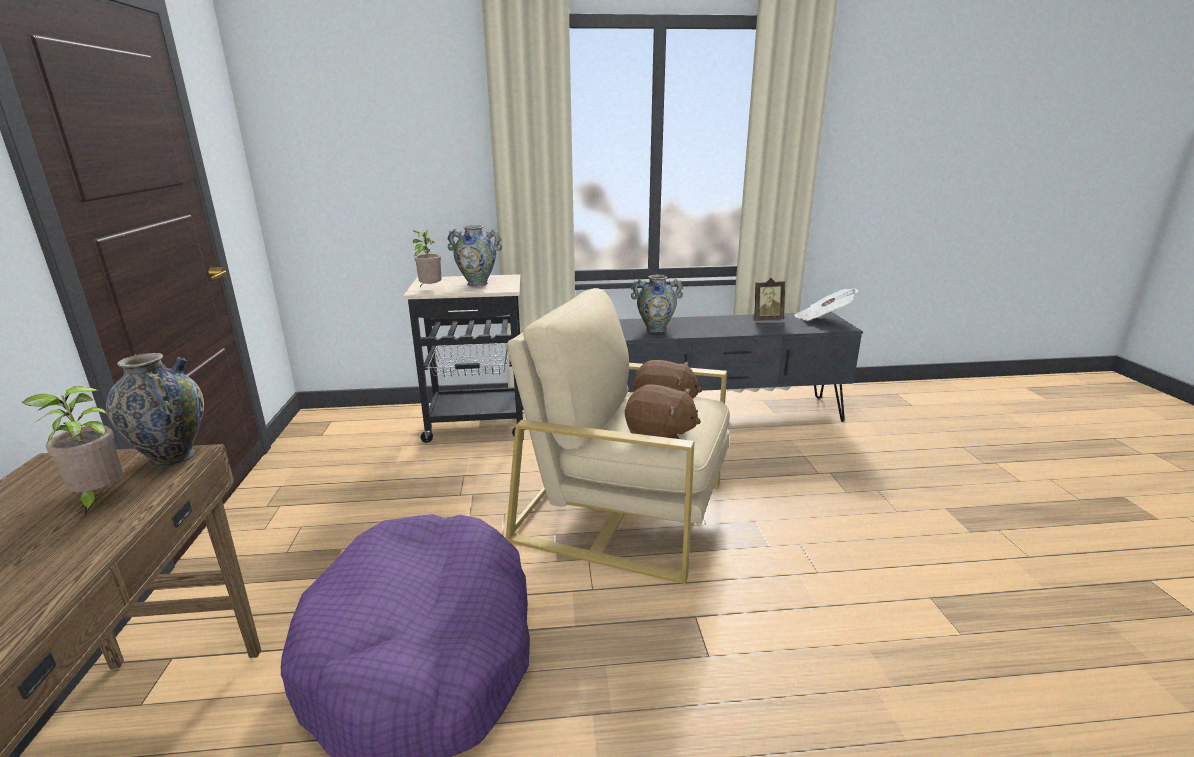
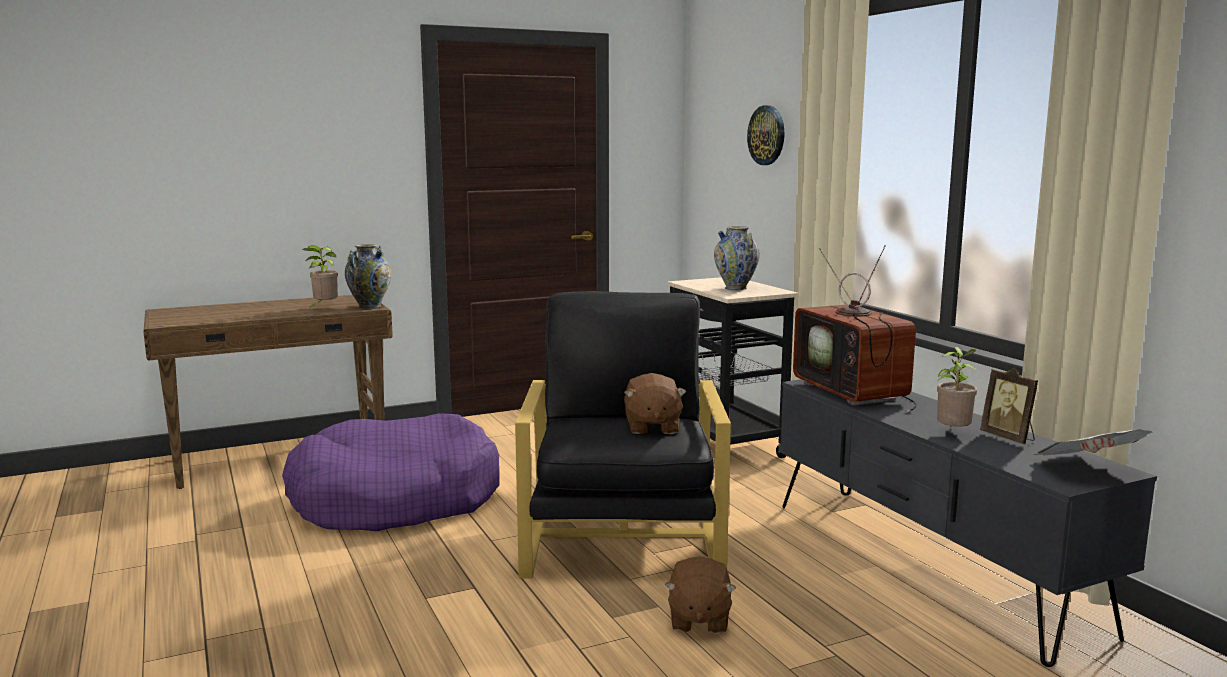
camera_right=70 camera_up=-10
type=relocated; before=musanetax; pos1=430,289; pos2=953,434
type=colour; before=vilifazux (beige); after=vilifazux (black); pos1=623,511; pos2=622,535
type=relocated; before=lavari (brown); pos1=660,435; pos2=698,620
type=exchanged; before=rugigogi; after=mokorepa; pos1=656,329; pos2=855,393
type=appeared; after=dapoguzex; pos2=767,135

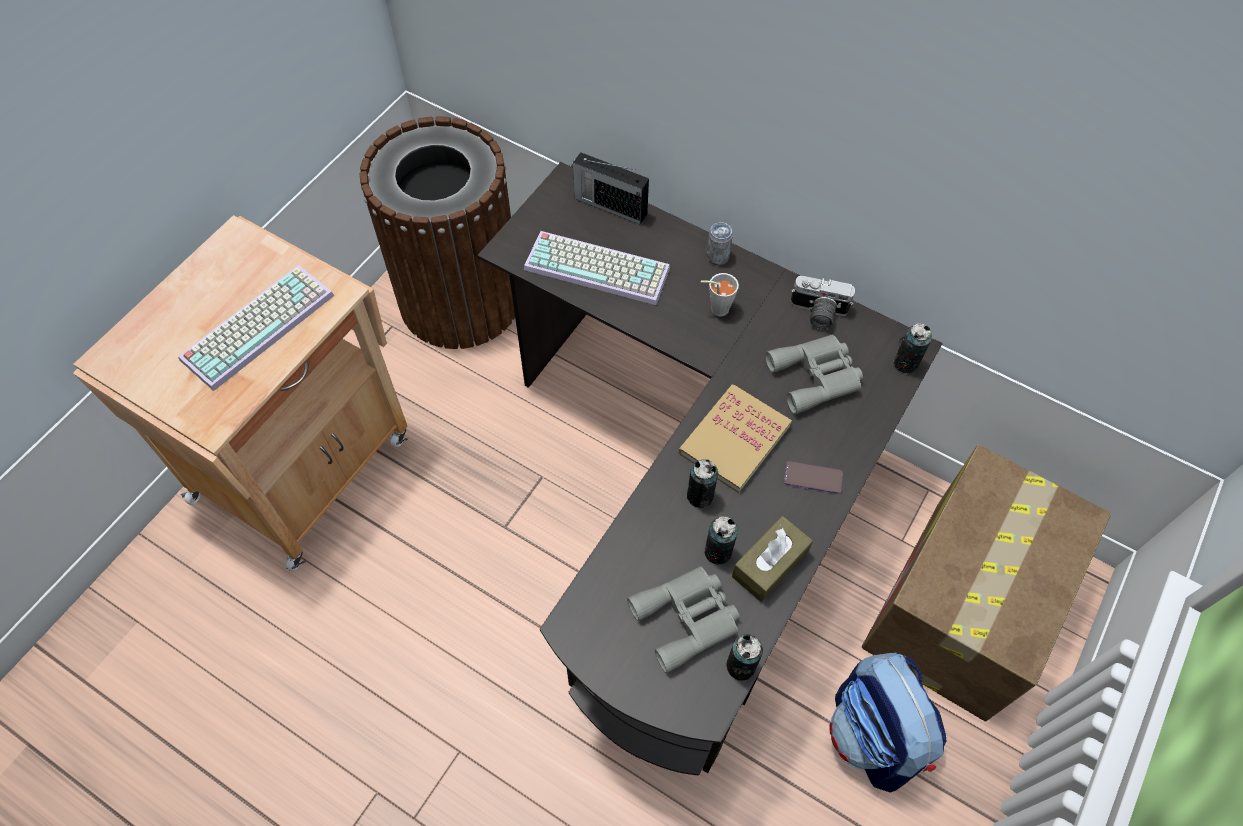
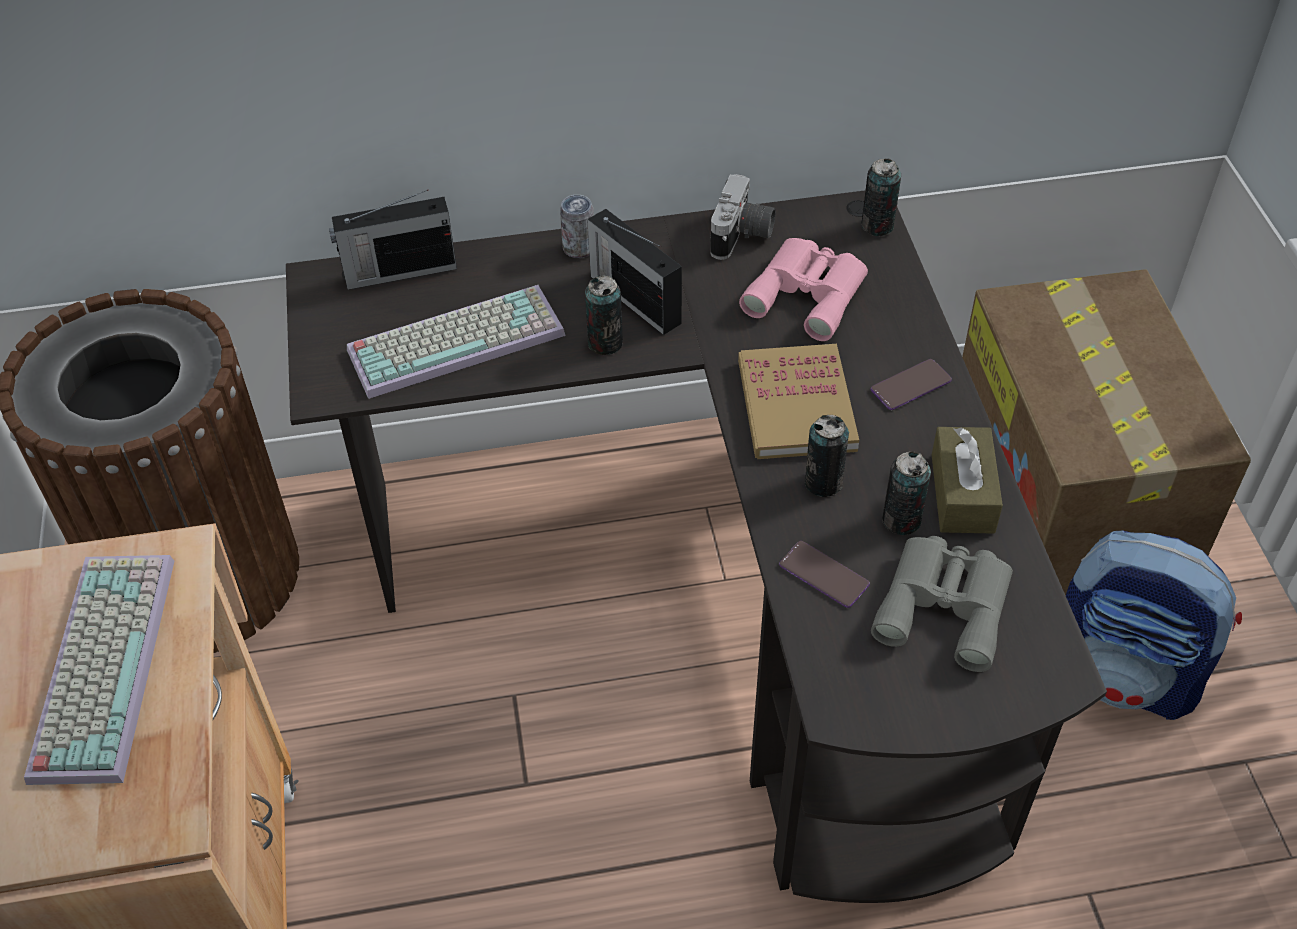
camera_right=-40 camera_up=-10
type=exchanged; before=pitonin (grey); after=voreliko; pos1=715,309; pos2=634,298
type=relocated; before=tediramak; pos1=740,666; pos2=605,343
type=colour; before=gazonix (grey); after=gazonix (pink); pos1=816,377; pos2=808,293
type=spun; before=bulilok; pos1=817,313; pos2=743,236; turn=-45
type=appeared; after=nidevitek; pos2=824,575

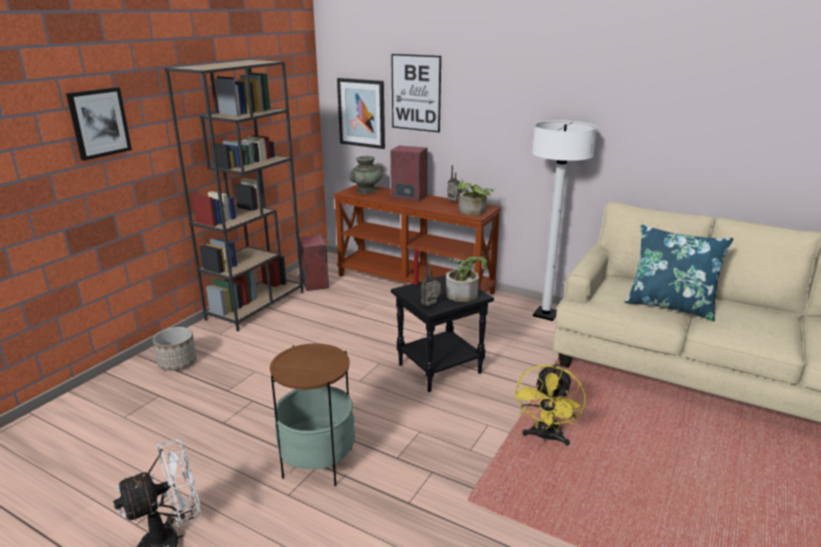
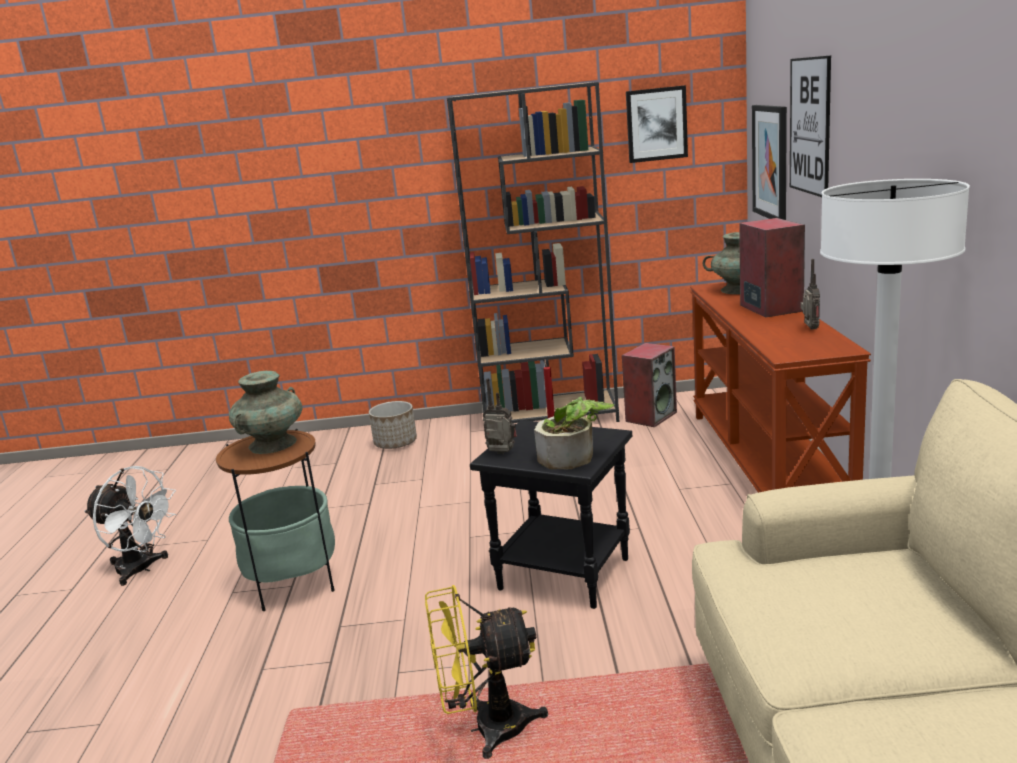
camera_right=60 camera_up=-5
type=relocated; before=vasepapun; pos1=99,123; pos2=656,124
type=missing; before=musanetax; pos1=473,212
type=missing; before=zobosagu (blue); pos1=670,306
type=appeared; after=rugigogi (turquoise); pos2=273,444

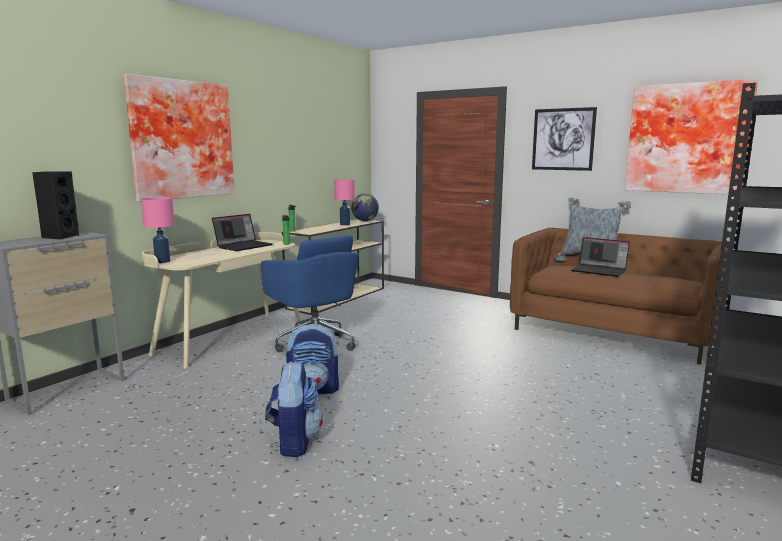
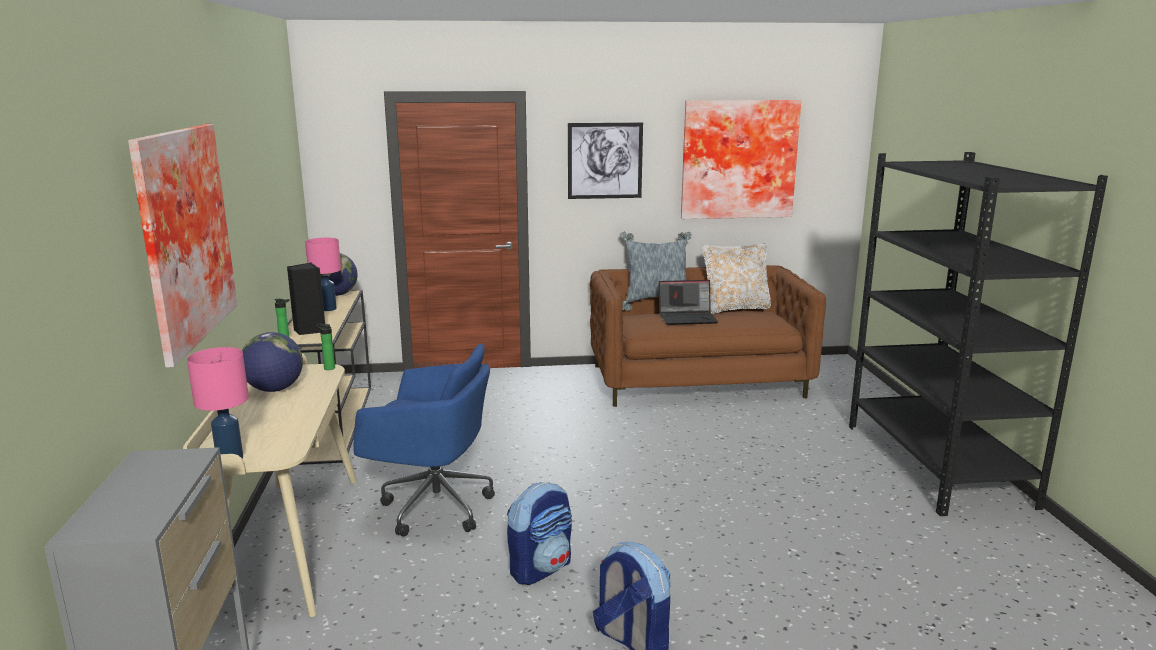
camera_right=-40 camera_up=5
type=relocated; before=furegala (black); pos1=59,237; pos2=309,330
type=exchanged; before=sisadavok; after=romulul; pos1=244,246; pos2=274,389
type=appeared; after=zobosagu (white); pos2=736,309

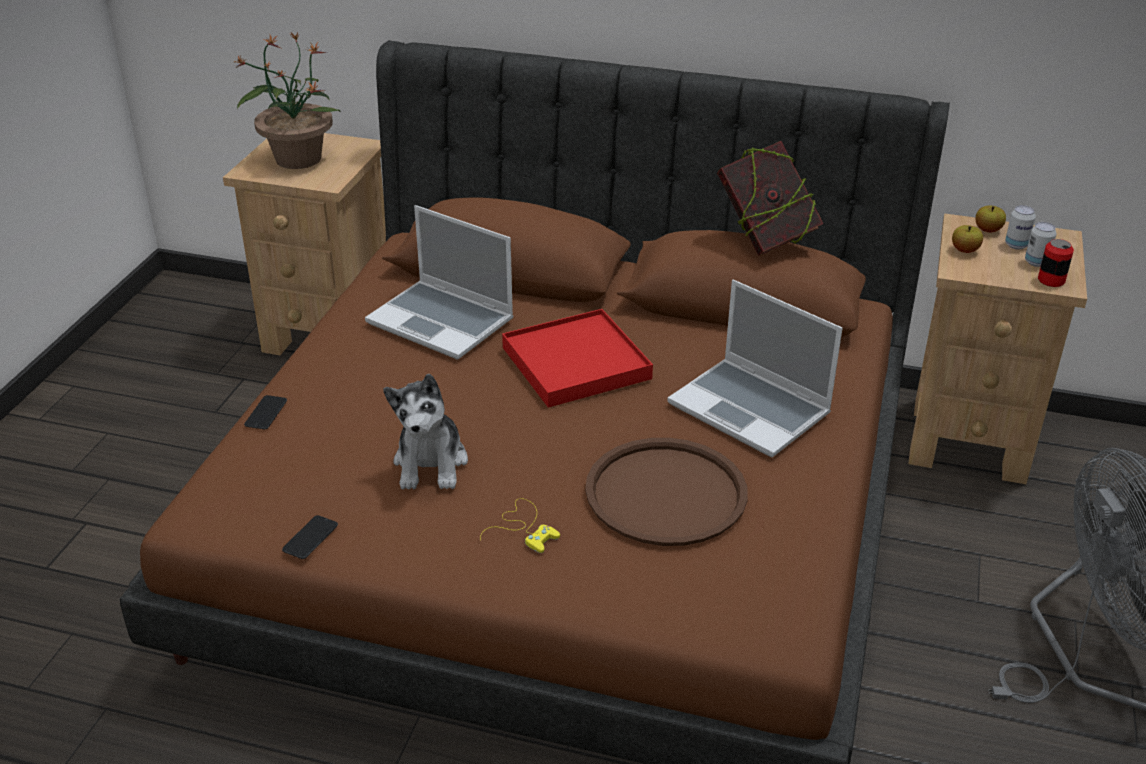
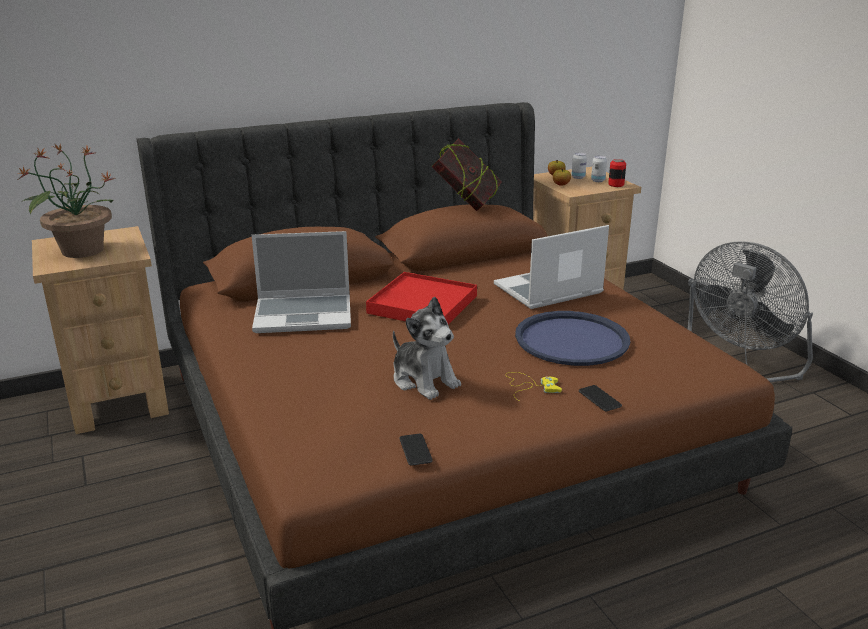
camera_right=-40 camera_up=-10
type=relocated; before=nidevitek; pos1=266,413; pos2=599,399
type=colour; before=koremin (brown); after=koremin (blue); pos1=666,493; pos2=571,339
type=spun; before=sisadavok; pos1=751,409; pos2=547,290; turn=150

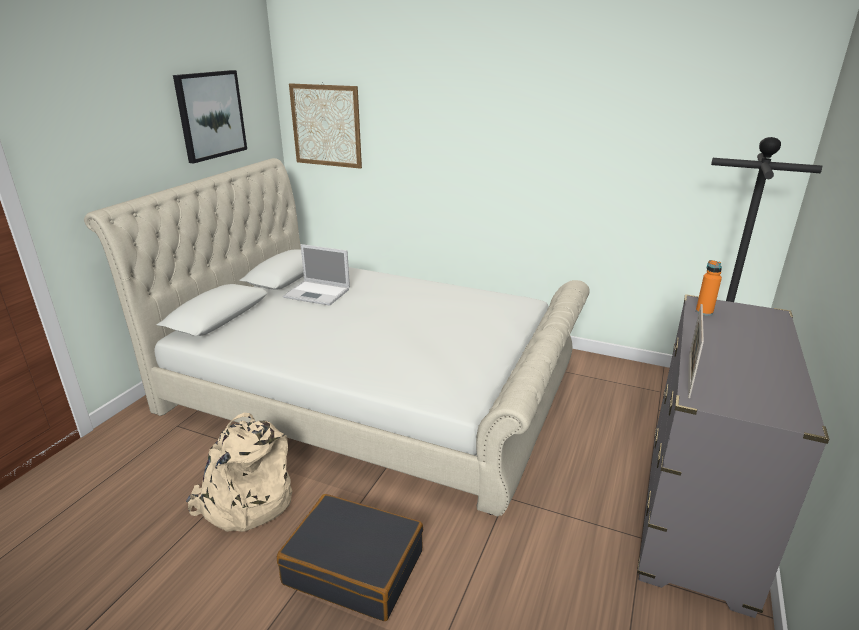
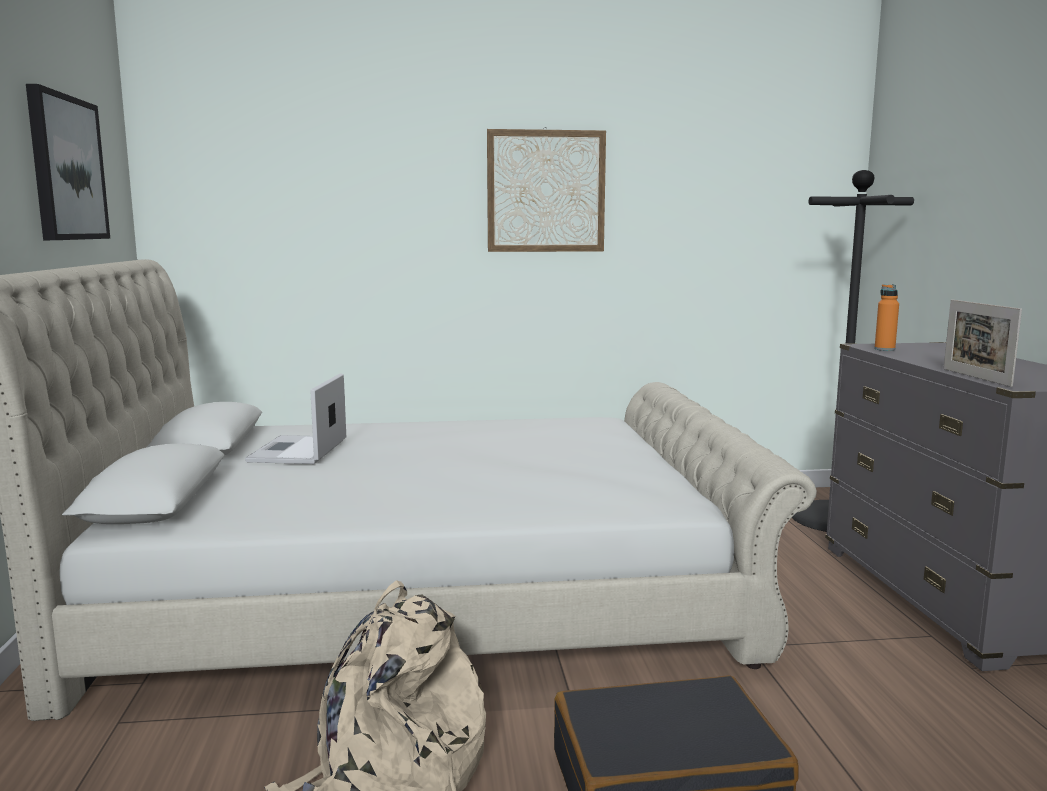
camera_right=-30 camera_up=-15
type=spun; before=sisadavok; pos1=318,293; pos2=298,451; turn=105
type=relocated; before=vasepapun; pos1=326,124; pos2=546,190

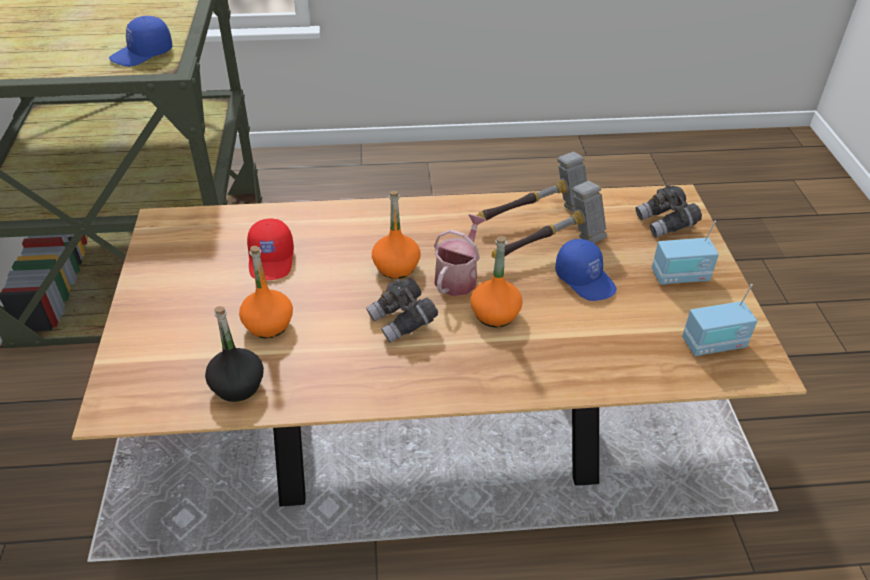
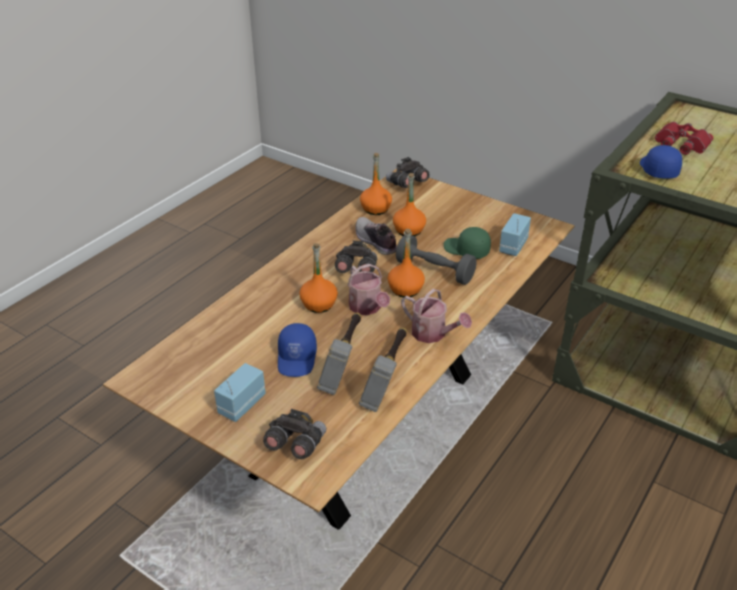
camera_right=130 camera_up=-5
type=colour; before=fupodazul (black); after=fupodazul (orange); pos1=237,386; pos2=376,209
type=colour; before=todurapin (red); after=todurapin (green); pos1=272,260; pos2=466,250
type=spun; before=todurapin (blue); pos1=585,279; pos2=297,358; turn=-90
type=relocated; before=voreliko; pos1=713,344; pos2=512,246
type=appeared; after=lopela; pos2=375,242
type=appeared; after=gazonix (grey); pos2=406,184
type=appeared; after=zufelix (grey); pos2=435,271
type=appeared; after=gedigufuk; pos2=433,334
type=appeared; after=gazonix (red); pos2=680,144

